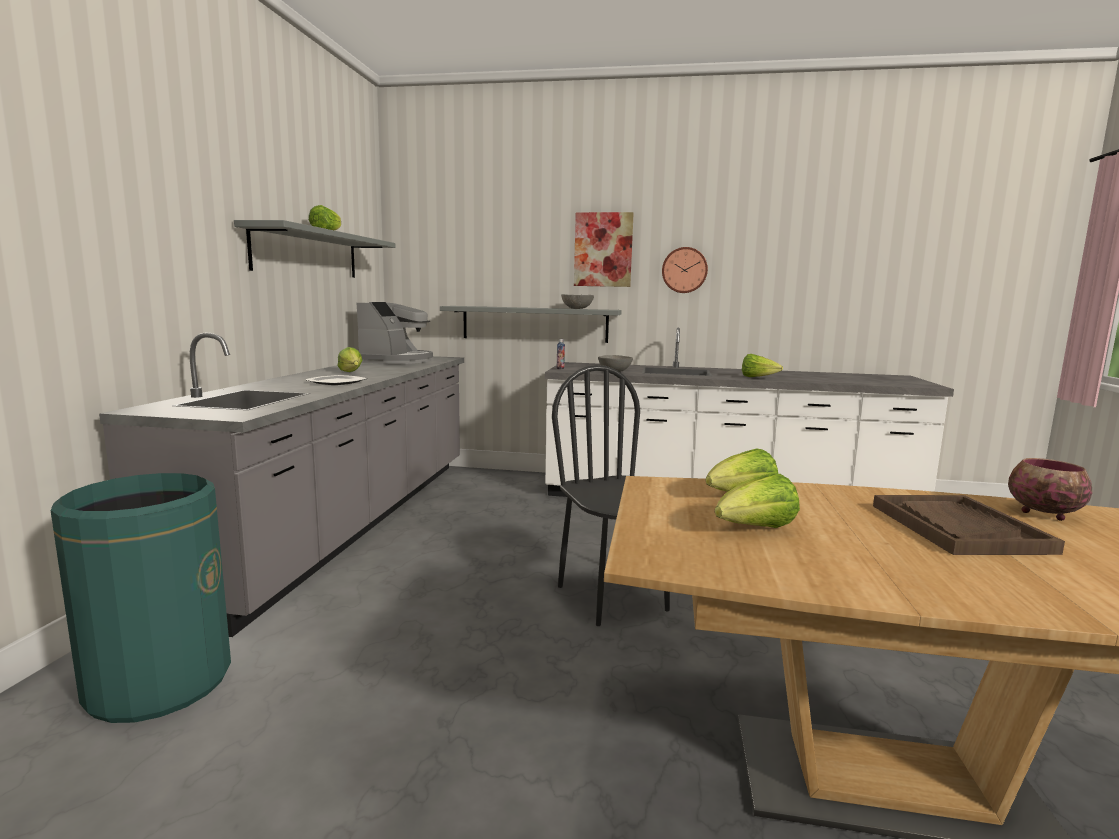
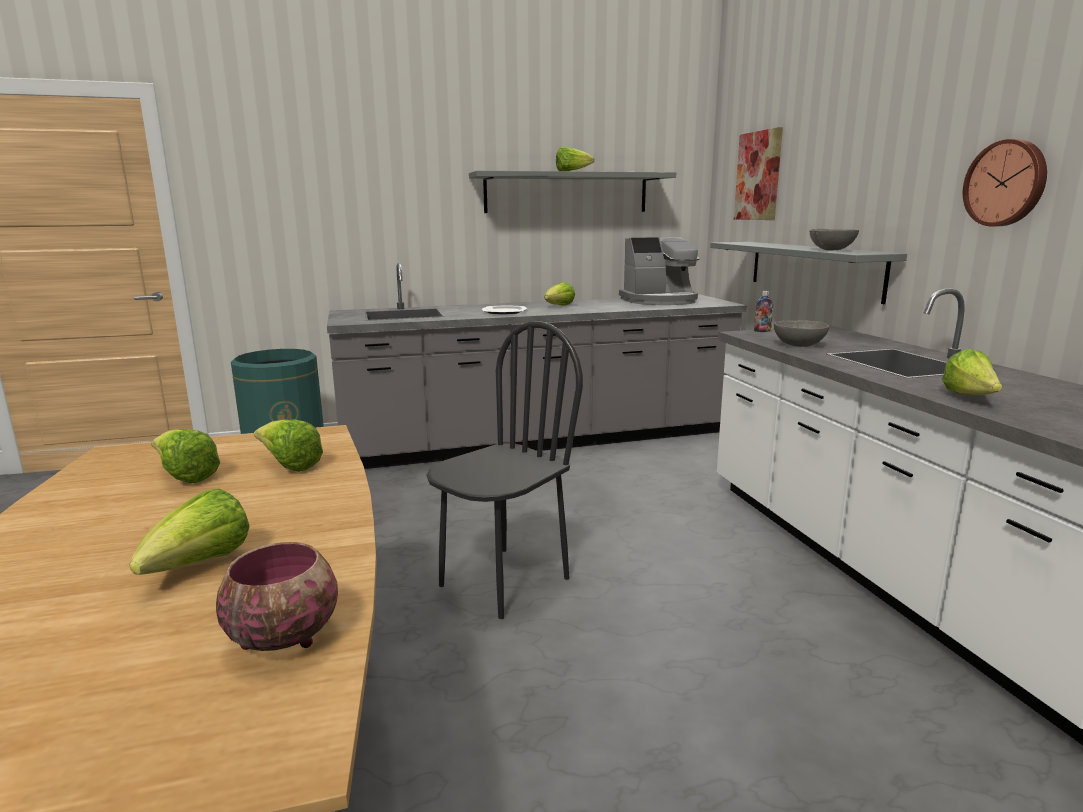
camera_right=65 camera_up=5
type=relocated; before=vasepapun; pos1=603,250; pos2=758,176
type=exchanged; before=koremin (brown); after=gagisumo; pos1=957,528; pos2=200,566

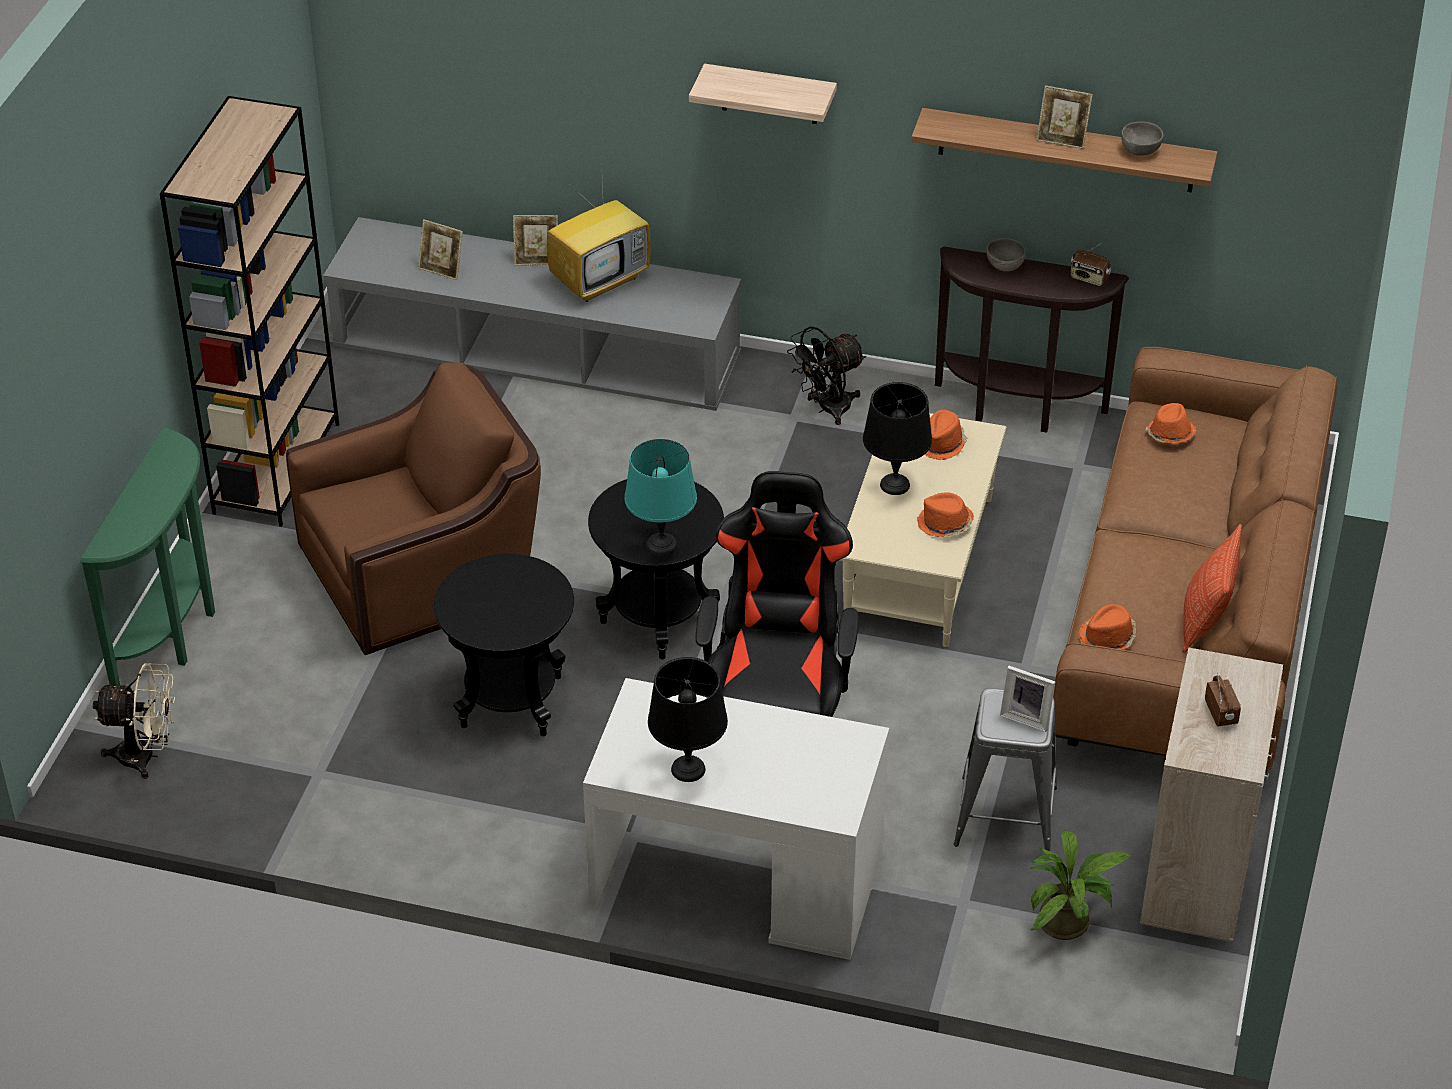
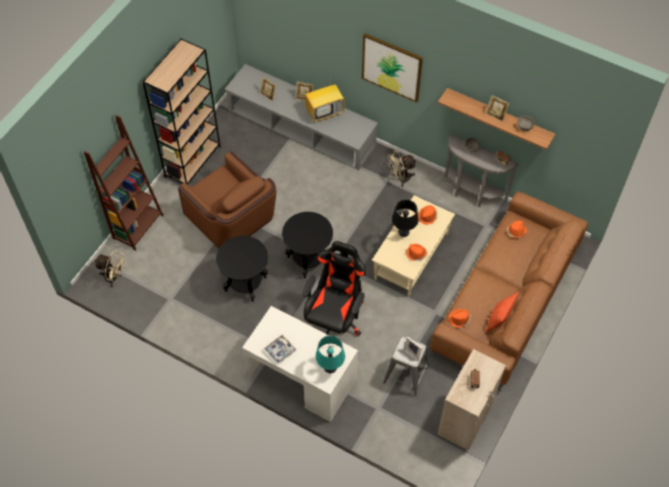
camera_right=15 camera_up=15
type=exchanged; before=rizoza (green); after=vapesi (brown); pos1=174,632; pos2=138,226
type=spun; before=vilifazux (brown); pos1=425,569; pos2=232,219; turn=60
type=relocated; before=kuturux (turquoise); pos1=662,545; pos2=330,367
type=exchanged; before=kuturux (black); after=koremin; pos1=687,769; pos2=280,350
type=exchanged; before=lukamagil; after=vasepapun; pos1=769,94; pos2=392,67
type=colour; before=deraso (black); after=deraso (beige); pos1=827,409; pos2=400,178
type=colour; before=rizoza (brown); after=rizoza (grey); pos1=1017,410; pos2=472,194
type=missing; before=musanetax; pos1=1070,923

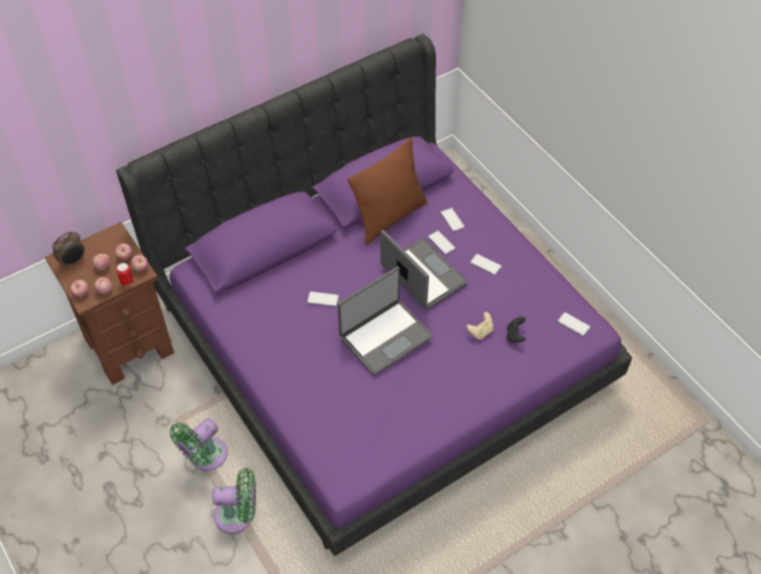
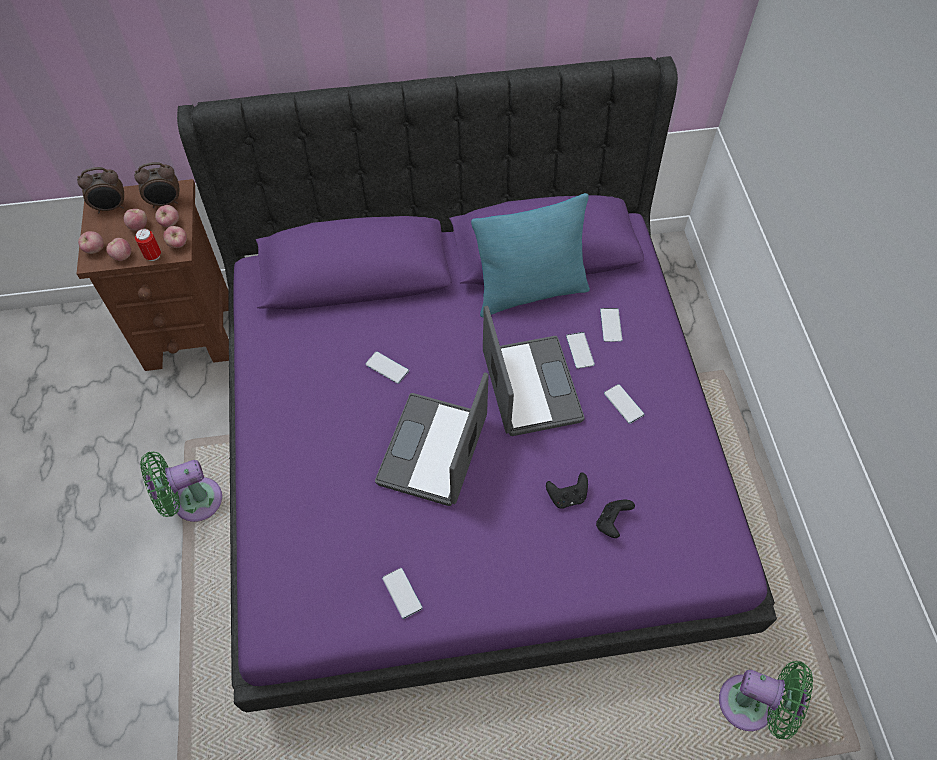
camera_right=25 camera_up=5
type=relocated; before=deraso (green); pos1=238,515; pos2=752,706
type=spun; before=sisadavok; pos1=385,336; pos2=434,451; turn=120
type=colour; before=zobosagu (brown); after=zobosagu (turquoise); pos1=389,217; pos2=530,292
type=colour; before=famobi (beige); after=famobi (black); pos1=480,331; pos2=567,496
type=relocated; before=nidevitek; pos1=574,324; pos2=402,593
type=appeared; after=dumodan; pos2=165,203

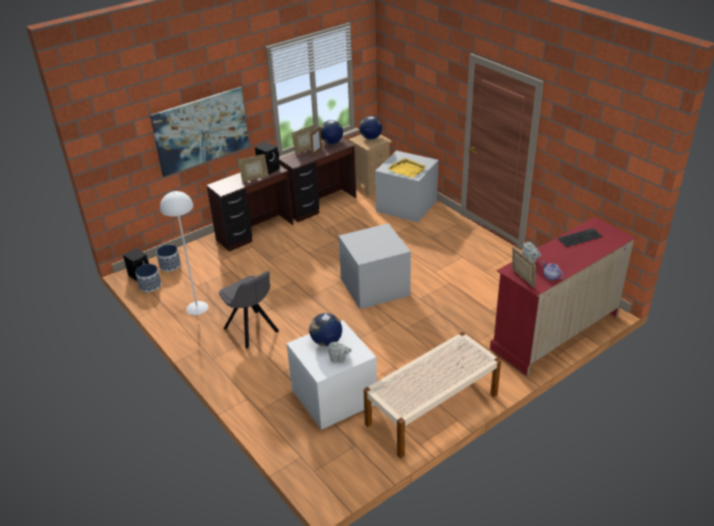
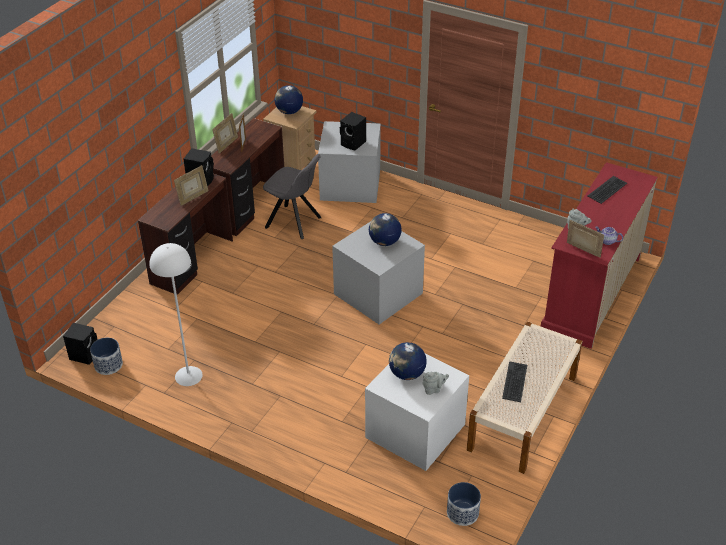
camera_right=-25 camera_up=5
type=missing; before=vasepapun; pos1=201,130
type=relocated; before=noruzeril; pos1=170,266; pos2=463,513
type=relocated; before=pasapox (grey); pos1=251,330; pos2=294,222
type=relocated; before=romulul; pos1=331,142; pos2=384,242
type=exchanged; before=koremin (yellow); after=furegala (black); pos1=407,169; pos2=354,143
type=appeared; after=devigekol; pos2=515,382

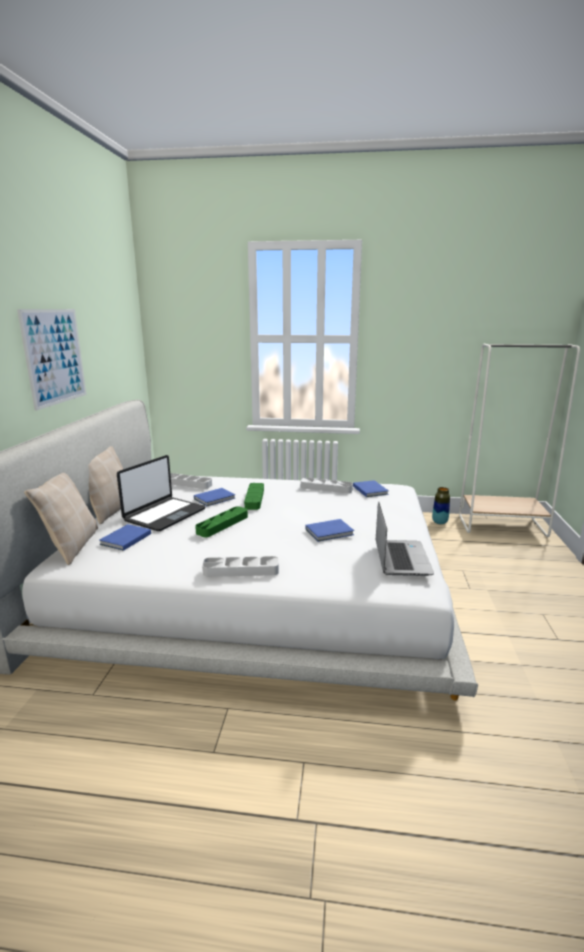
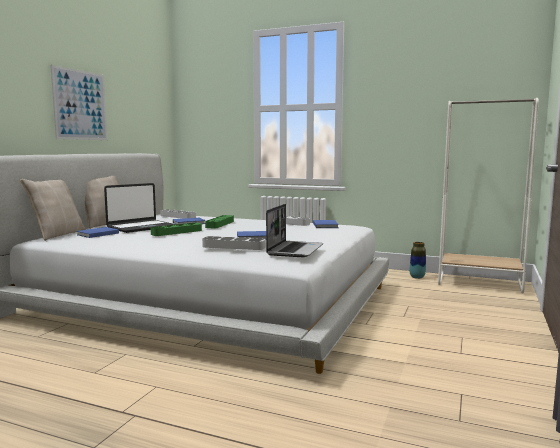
camera_right=15 camera_up=-10
type=relocated; before=koremin (grey); pos1=241,570; pos2=233,247

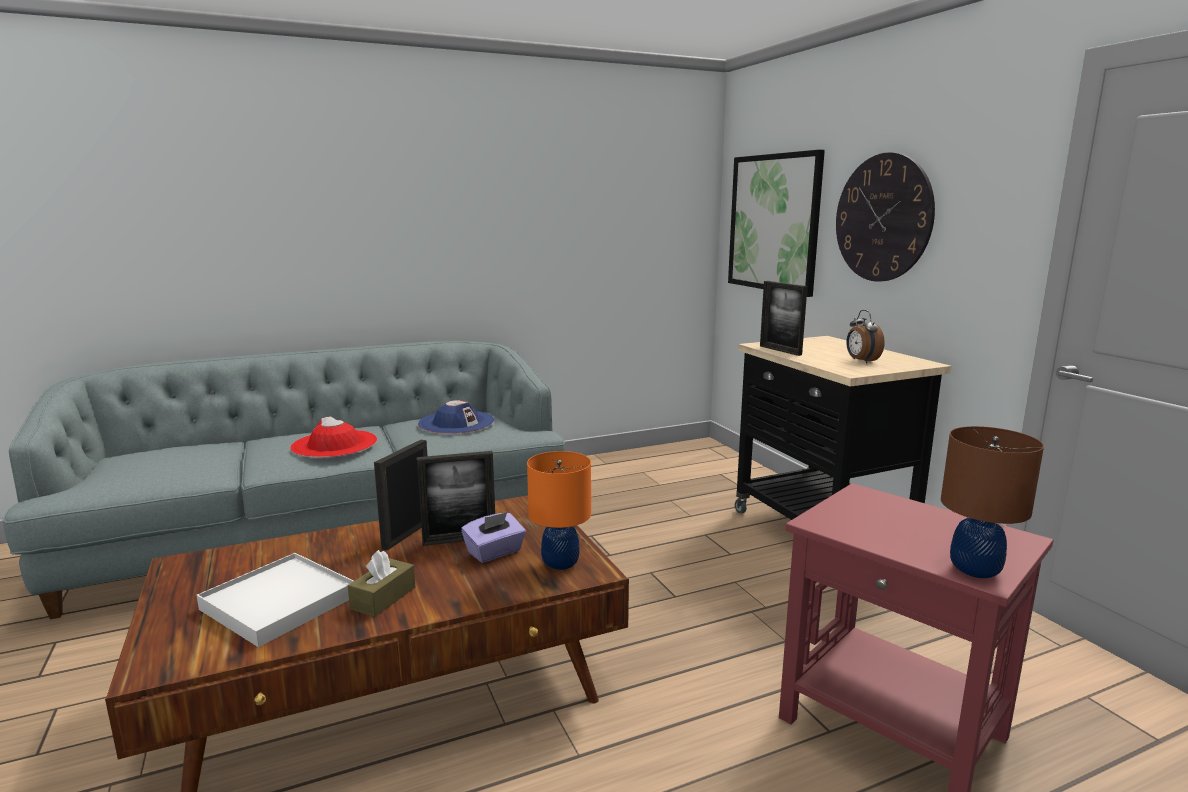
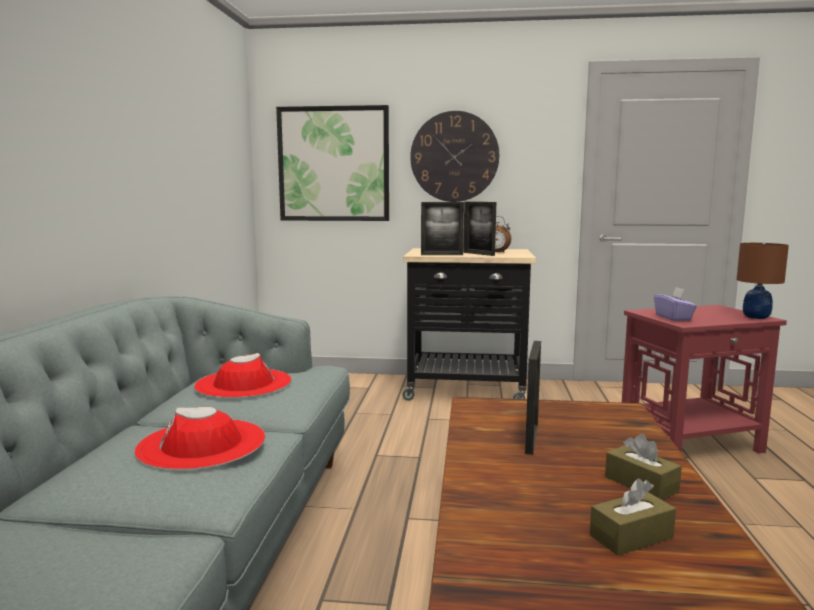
camera_right=-60 camera_up=-5
type=exchanged; before=koremin (white); after=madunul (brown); pos1=280,603; pos2=631,536
type=relocated; before=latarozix; pos1=407,534; pos2=478,254
type=colour; before=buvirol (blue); after=buvirol (red); pos1=456,422; pos2=243,383
type=relocated; before=madunul (purple); pos1=495,552; pos2=673,318
type=missing; before=kuturux (orange); pos1=558,564

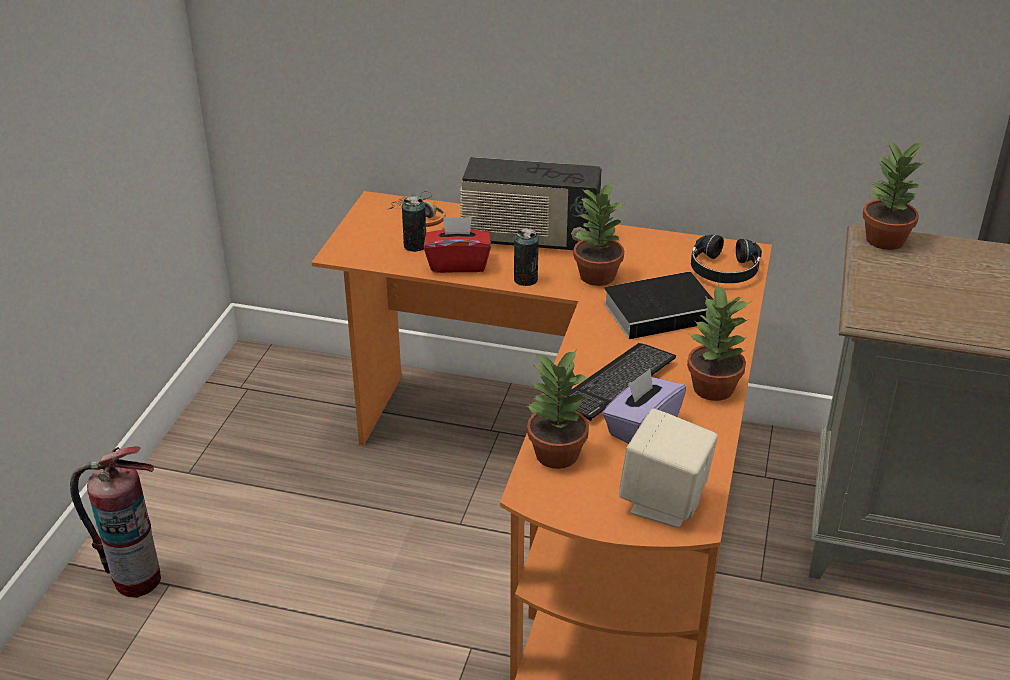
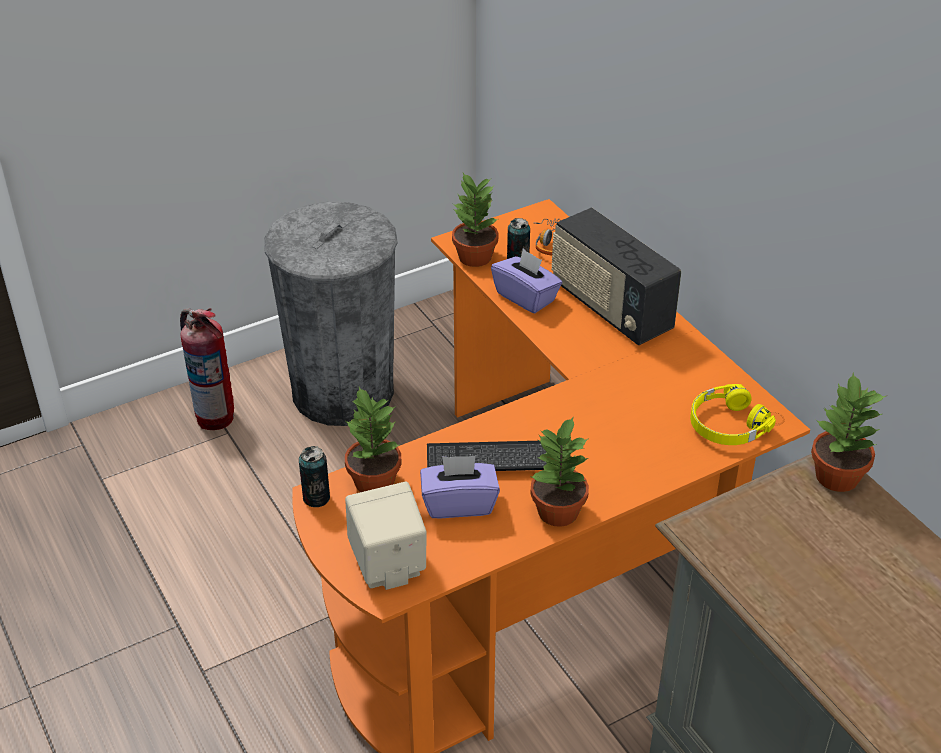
camera_right=45 camera_up=5
type=colour; before=madunul (red); after=madunul (purple); pos1=458,264; pos2=526,297
type=relocated; before=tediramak; pos1=525,280; pos2=316,498
type=relocated; before=musanetax; pos1=596,276; pos2=474,257
type=missing; before=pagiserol; pos1=662,311
type=colour; before=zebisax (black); after=zebisax (yellow); pos1=723,270; pos2=726,425
type=appeared; after=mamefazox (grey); pos2=343,391

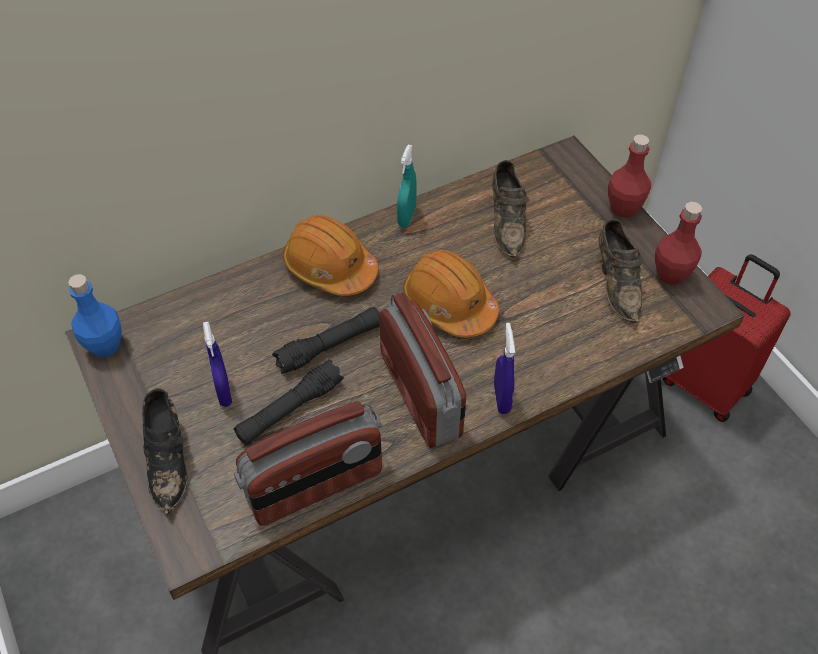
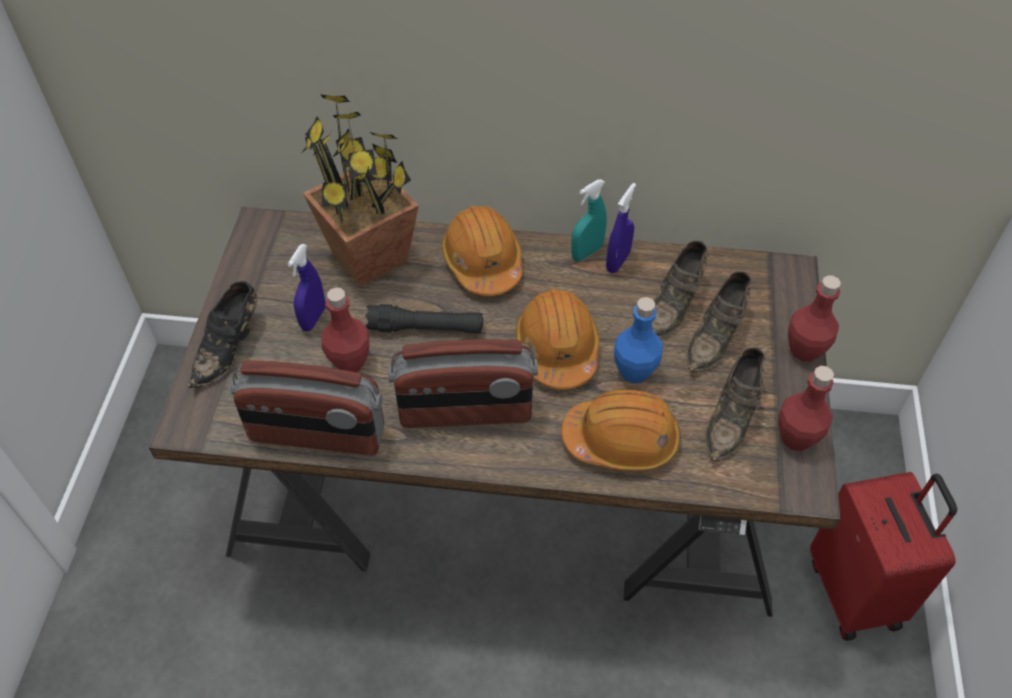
camera_right=35 camera_up=0
type=relocated; before=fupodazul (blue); pos1=105,346; pos2=634,371
type=exchanged; before=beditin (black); after=fupodazul (red); pos1=289,410; pos2=350,362
type=spun; before=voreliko; pos1=421,394; pos2=465,412; turn=75
type=relocated; before=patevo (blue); pos1=501,398; pos2=618,262
type=appeared; after=musanetax; pos2=370,257
type=appeared; after=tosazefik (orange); pos2=621,440
type=appeared; after=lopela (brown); pos2=716,336

